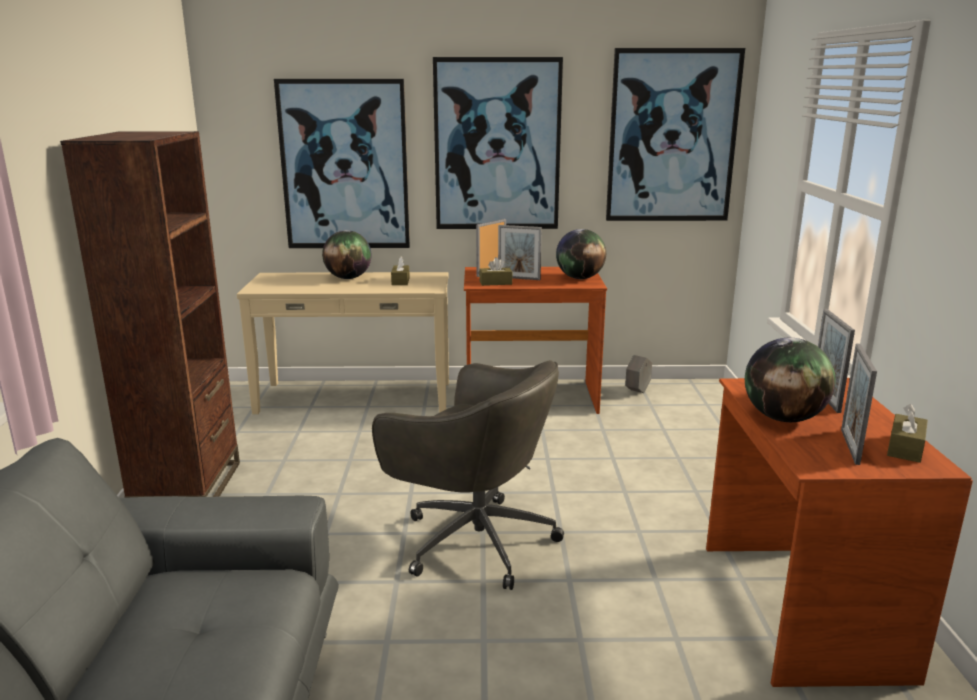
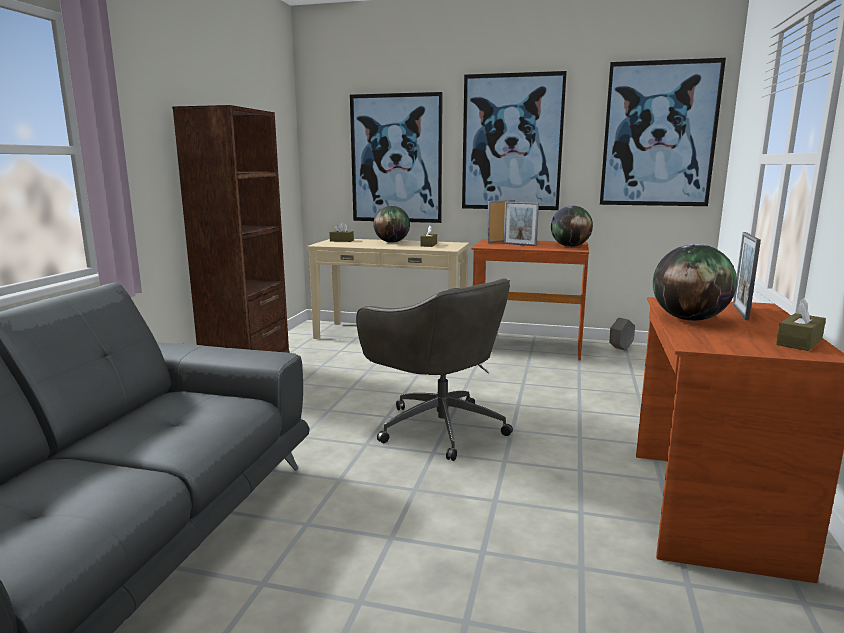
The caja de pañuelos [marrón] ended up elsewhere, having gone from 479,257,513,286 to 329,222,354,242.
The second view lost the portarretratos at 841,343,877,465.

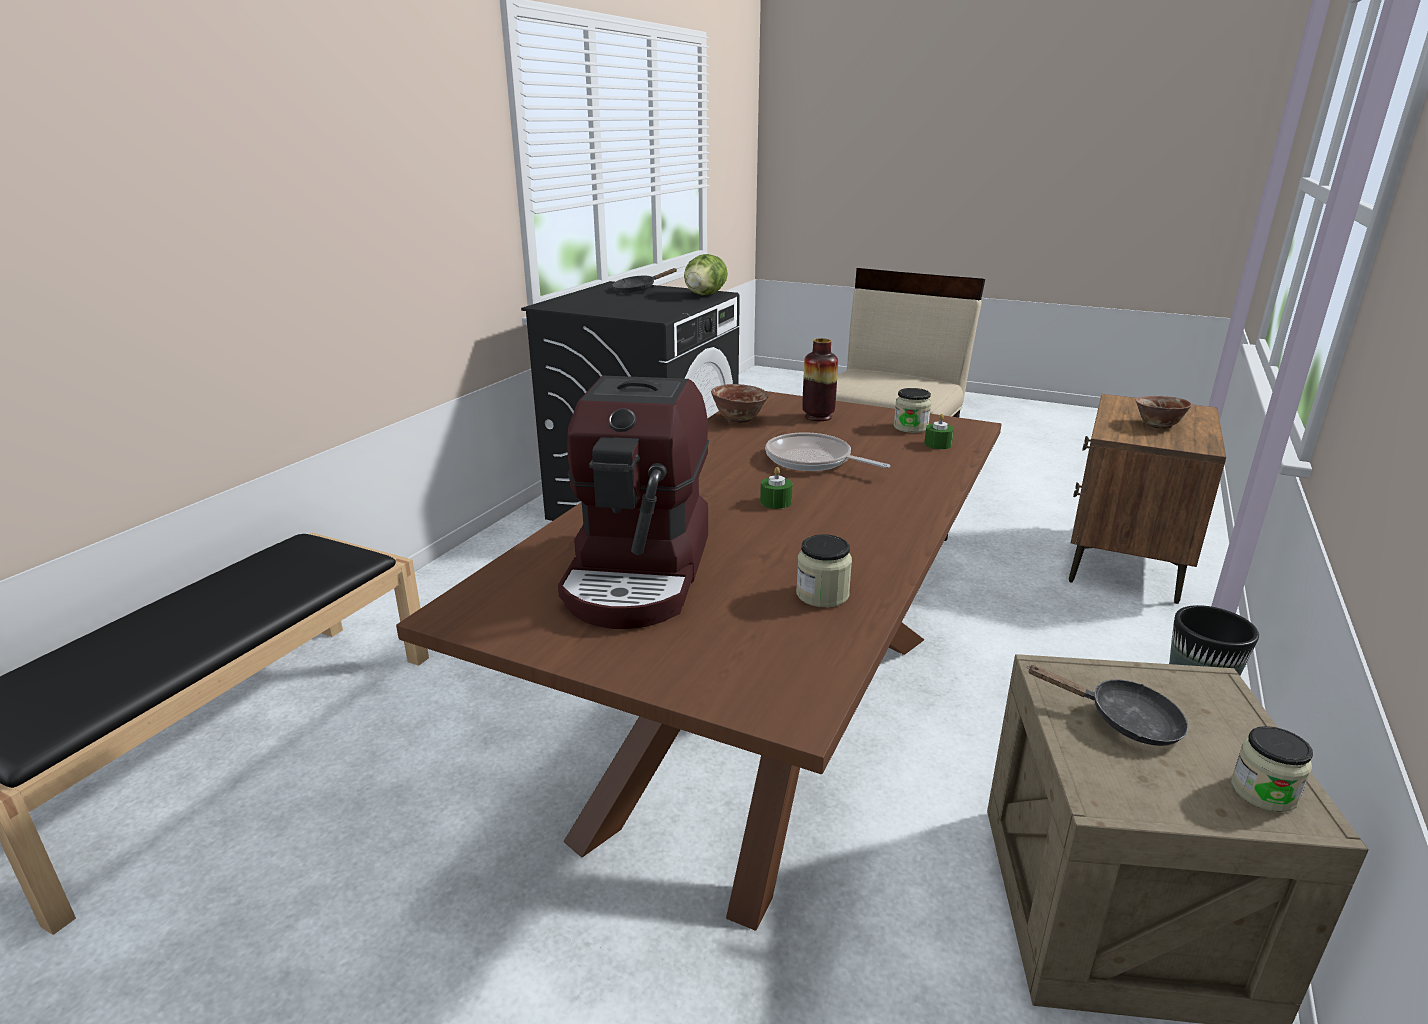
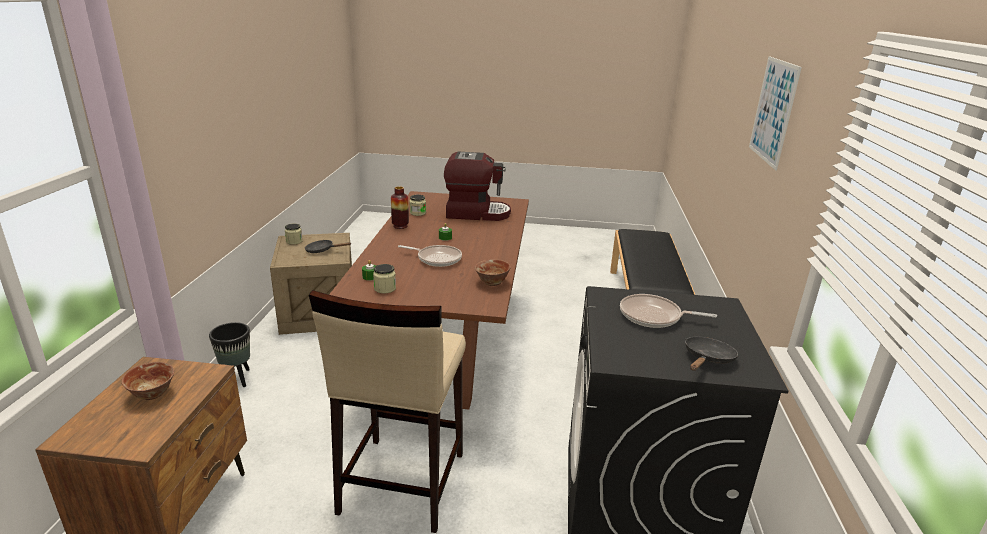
The florero ended up elsewhere, having gone from 802,338,838,421 to 391,186,409,229.
The cafetera at 558,376,709,629 ended up facing another way, 105 degrees clockwise from before.
The second view gained the sartén at 620,294,717,328.
The second view gained the cuadro at 749,56,802,170.
The second view lost the lechuga at 684,254,728,295.

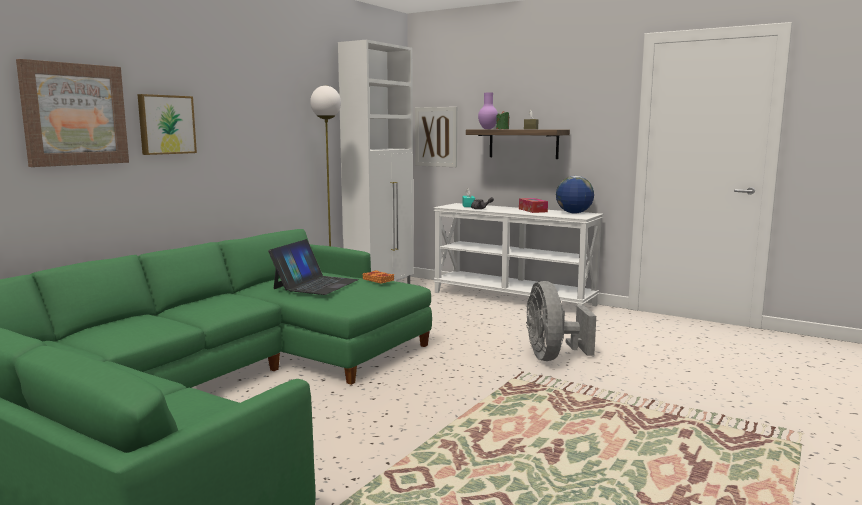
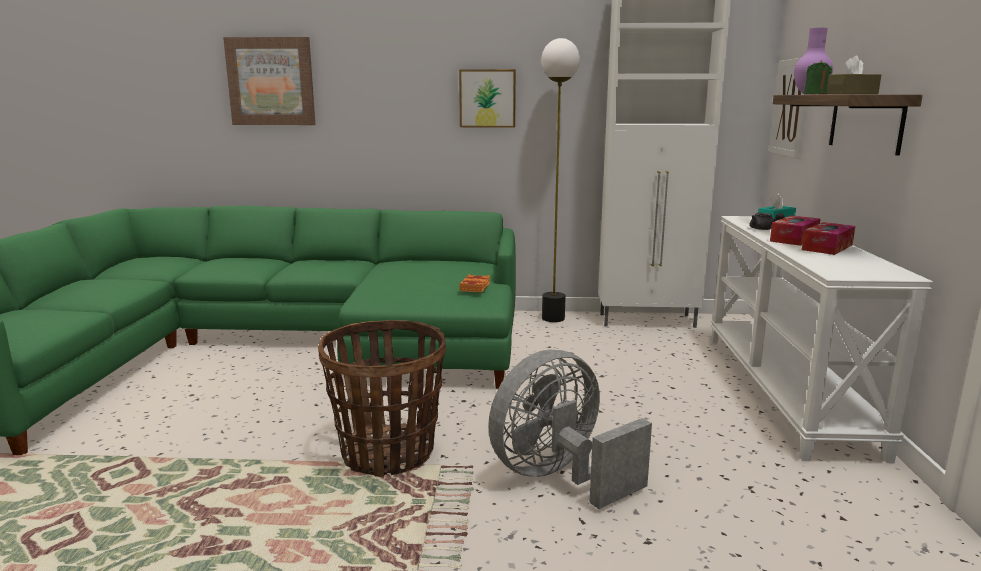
The second view gained the cesta at 318,320,446,477.
The cuadro ended up elsewhere, having gone from 137,94,197,155 to 459,69,516,127.
The second view gained the caja de pañuelos at 770,215,821,246.
The second view lost the portátil at 268,239,359,295.
The second view lost the globo terráqueo at 556,176,594,213.

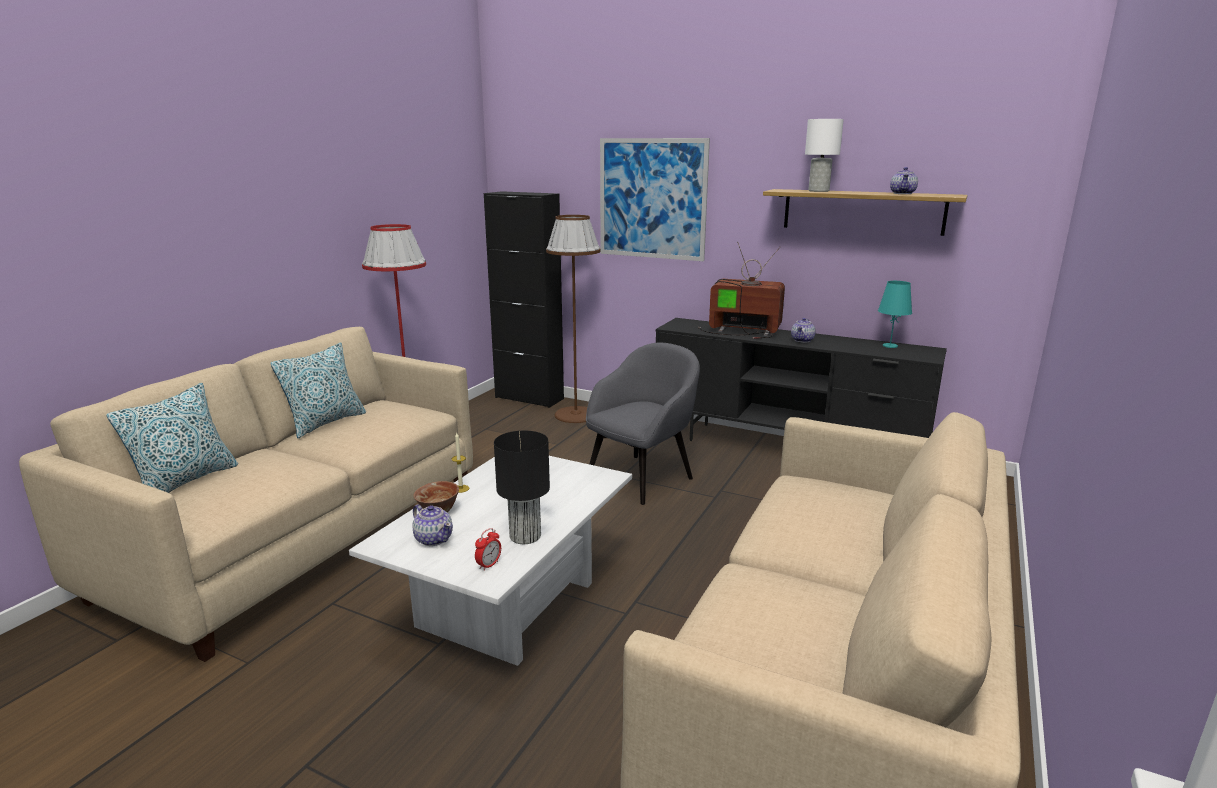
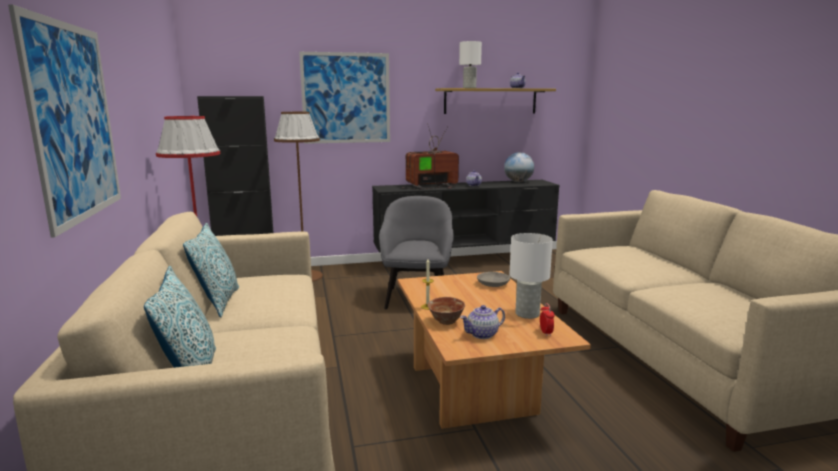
The second view gained the cuadro at 8,4,121,238.
What was the mesa de centro [blanco] at 349,456,632,666 turned into the mesa de centro [marrón] at 398,271,591,429.
The tetera at 413,504,453,546 ended up facing another way, 150 degrees clockwise from before.
The second view gained the cuenco [gris] at 477,272,510,287.
Where the lámpara de mesa [turquesa] stood at 878,281,912,348, the globo terráqueo came to stand at 504,152,534,182.
What was the lámpara de mesa [negro] at 494,431,550,544 turned into the lámpara de mesa [blanco] at 509,233,553,319.

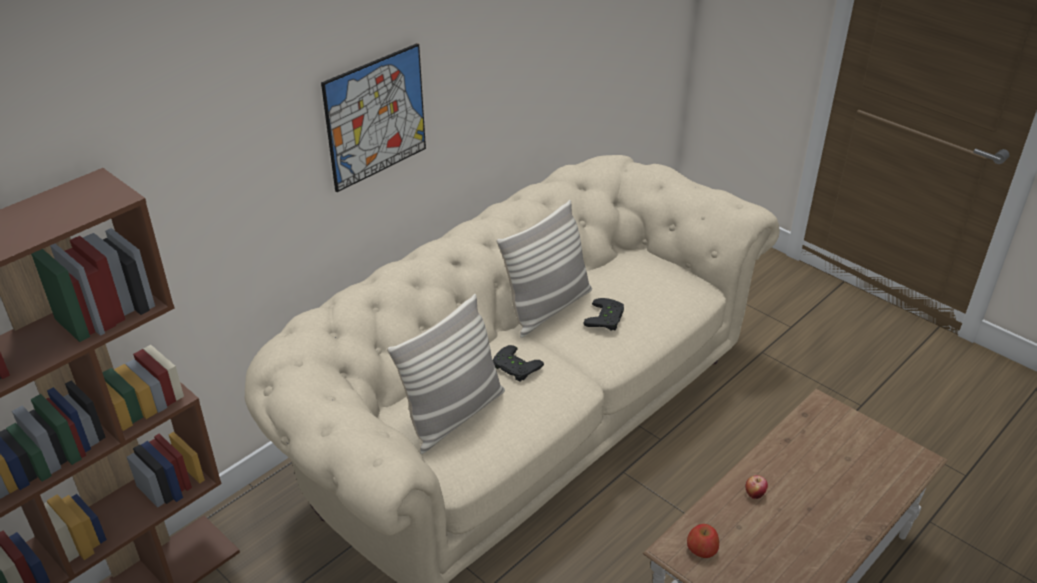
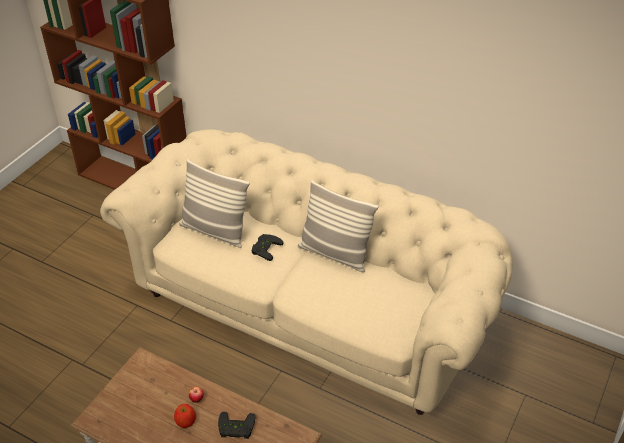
The manzana ended up elsewhere, having gone from 687,524,719,558 to 174,404,196,428.
The mando de consola [negro] ended up elsewhere, having gone from 583,298,624,331 to 218,412,256,439.
The second view lost the cuadro at 321,43,426,192.

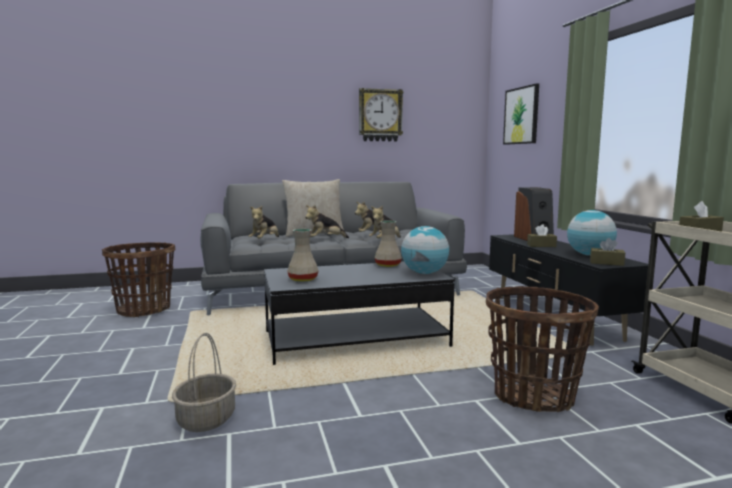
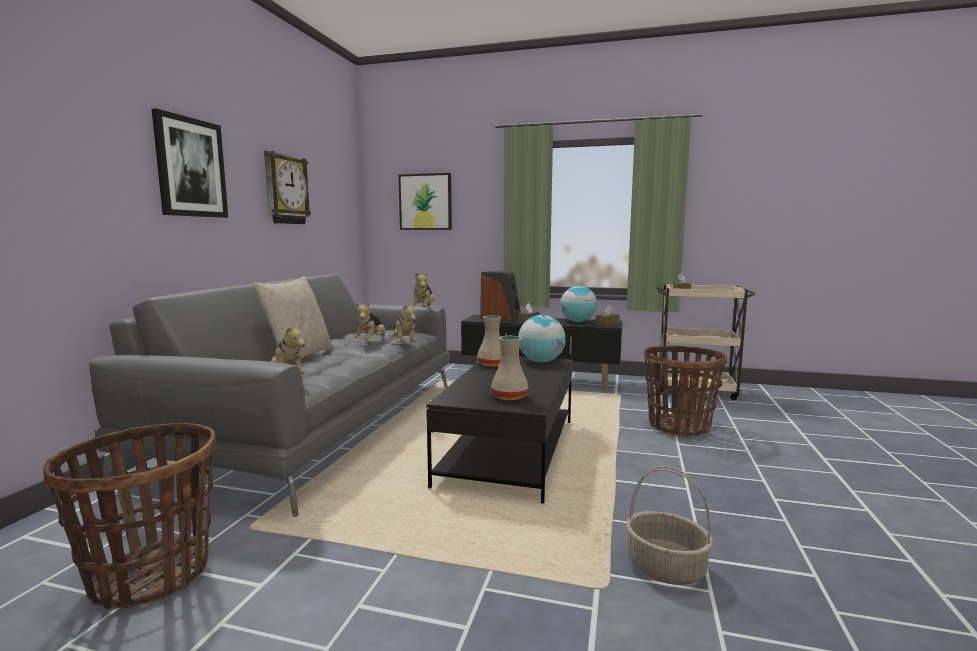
The second view gained the cuadro at 152,108,228,218.
The peluche ended up elsewhere, having gone from 305,205,349,238 to 410,271,435,307.

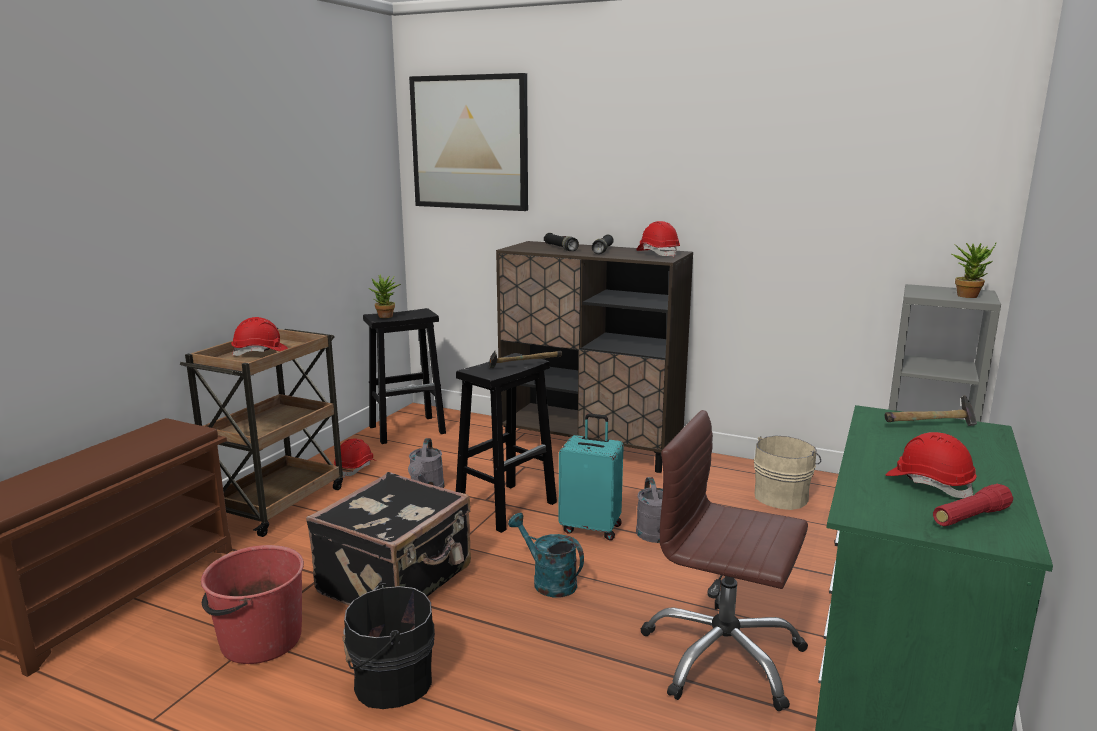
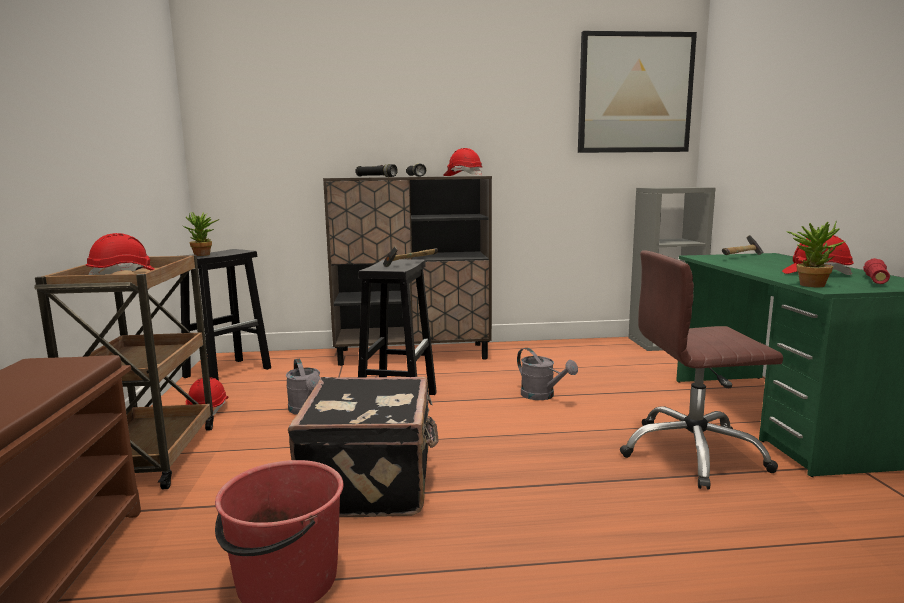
The cuadro ended up elsewhere, having gone from 409,73,528,211 to 578,31,697,153.
The planta en maceta ended up elsewhere, having gone from 952,243,996,298 to 786,220,845,287.
The second view lost the cubo [negro] at 343,583,435,709.
The second view lost the regadera [turquesa] at 508,513,584,597.
The second view lost the maleta [turquesa] at 559,413,624,540.
The second view lost the cubo [beis] at 754,436,821,510.

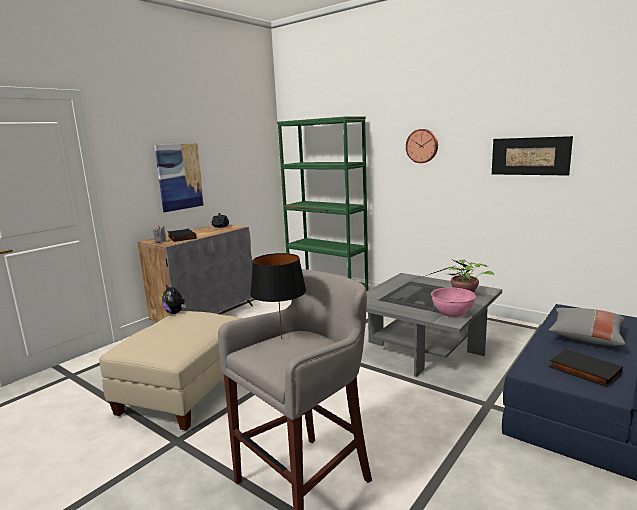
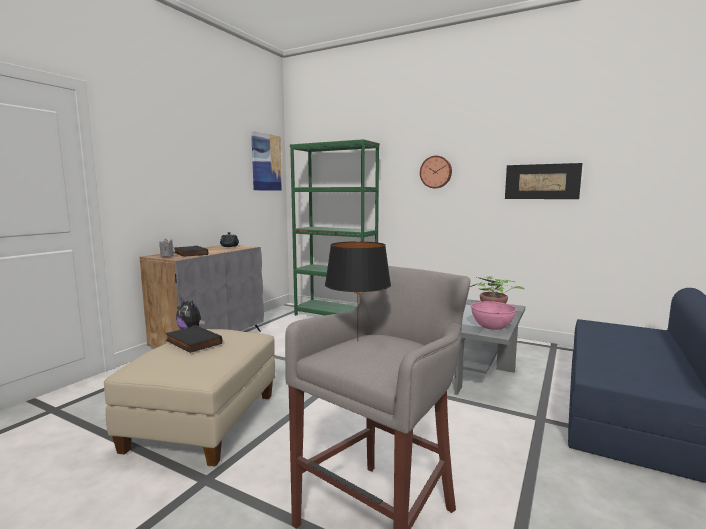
The libro [negro] ended up elsewhere, having gone from 549,349,623,388 to 165,325,222,353.
The cuadro ended up elsewhere, having gone from 154,143,204,212 to 251,131,282,191.
The second view lost the cojín [gris] at 548,308,626,346.

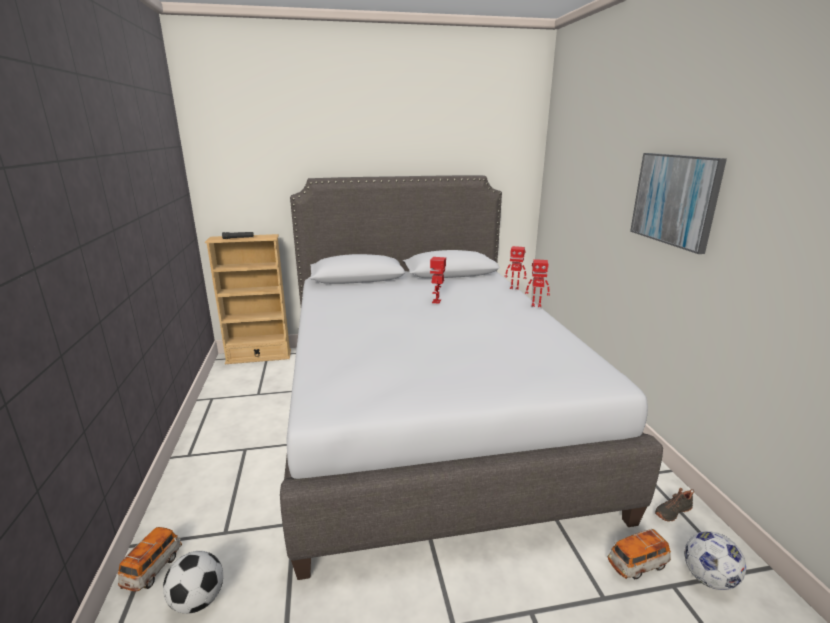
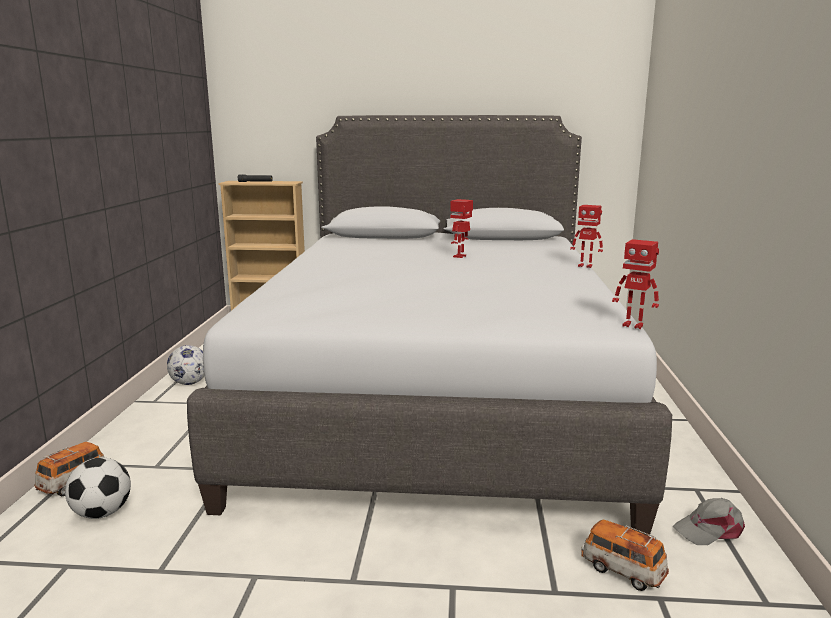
The balón de fútbol ended up elsewhere, having gone from 684,531,746,590 to 167,345,204,385.
The coche de juguete at 608,529,671,579 ended up facing another way, 45 degrees clockwise from before.
The robot de juguete ended up elsewhere, having gone from 504,246,527,290 to 612,239,659,329.
Where the zapato [negro] stood at 655,488,694,522, the gorra [gris] came to stand at 673,498,745,545.
The second view lost the cuadro at 630,153,727,254.

